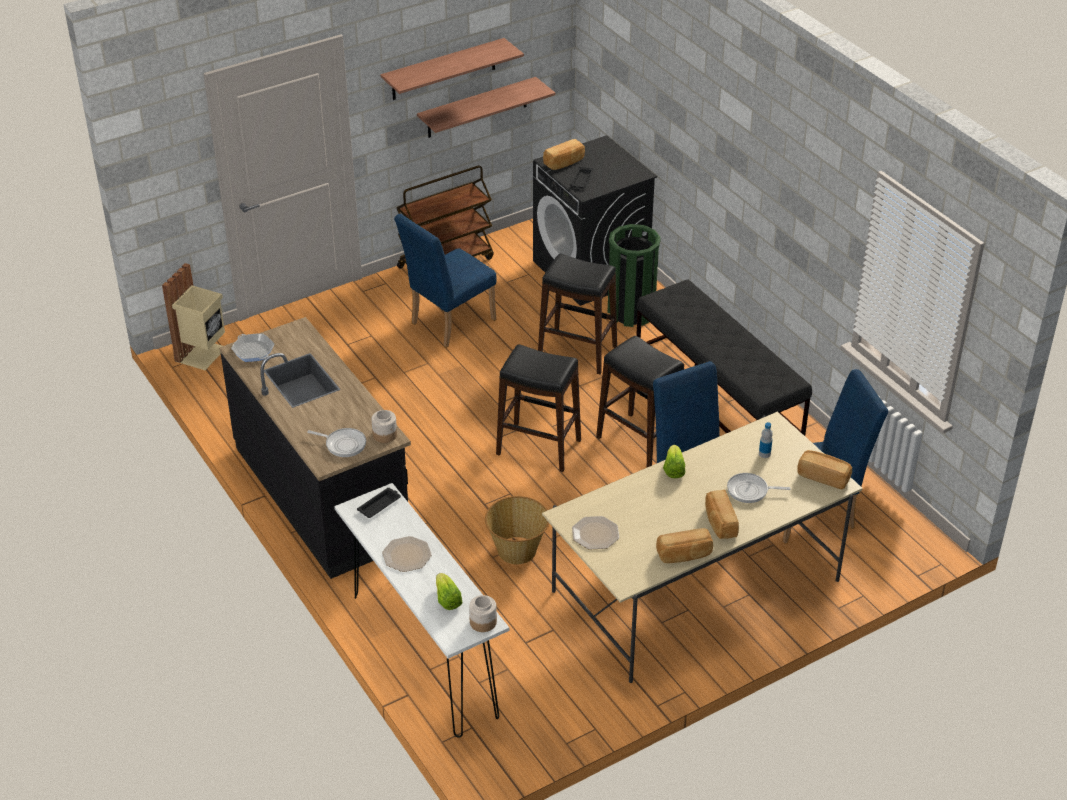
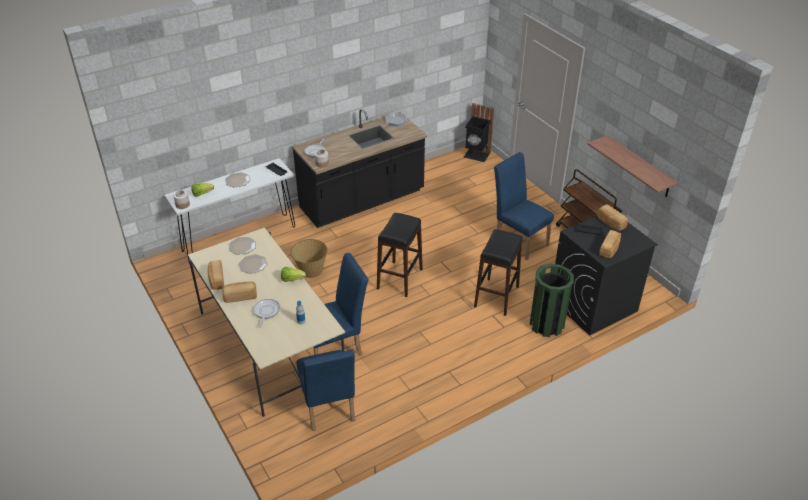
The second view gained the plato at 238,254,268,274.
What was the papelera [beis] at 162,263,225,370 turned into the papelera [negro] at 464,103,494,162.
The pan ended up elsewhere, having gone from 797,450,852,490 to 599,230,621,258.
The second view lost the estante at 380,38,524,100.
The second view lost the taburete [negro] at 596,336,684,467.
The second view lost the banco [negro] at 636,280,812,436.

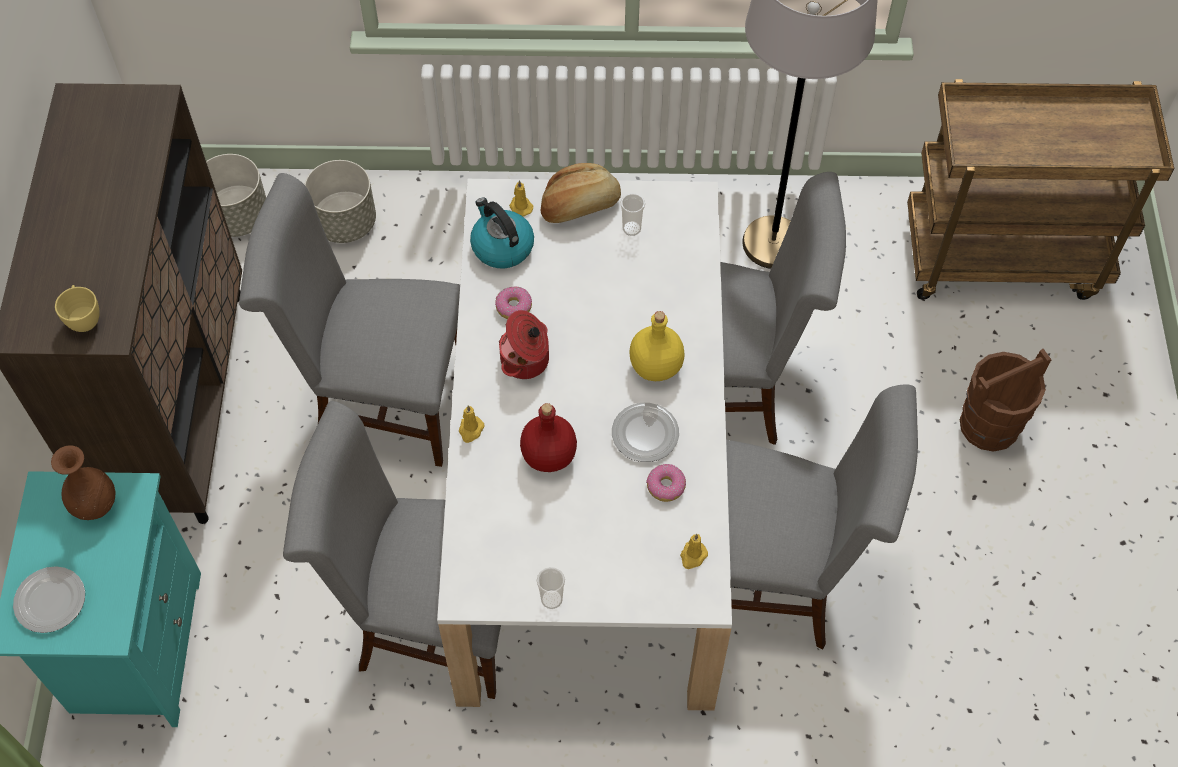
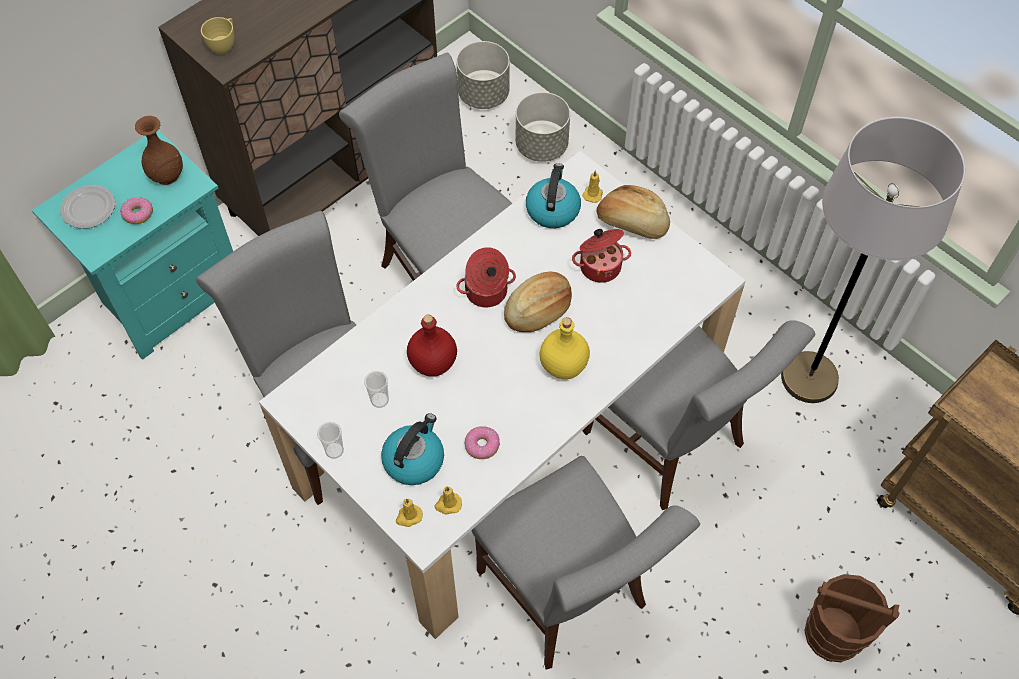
The rosquilla ended up elsewhere, having gone from 495,287,532,319 to 120,197,153,224.
The taza ended up elsewhere, having gone from 621,193,645,236 to 364,371,389,408.
The second view gained the hervidor at 381,413,444,485.
The vela [amarillo] ended up elsewhere, having gone from 459,405,485,443 to 396,498,423,527.
The second view gained the pan at 504,271,572,332.
The second view gained the olla at 572,229,631,283.
The second view lost the plato at 612,403,679,462.

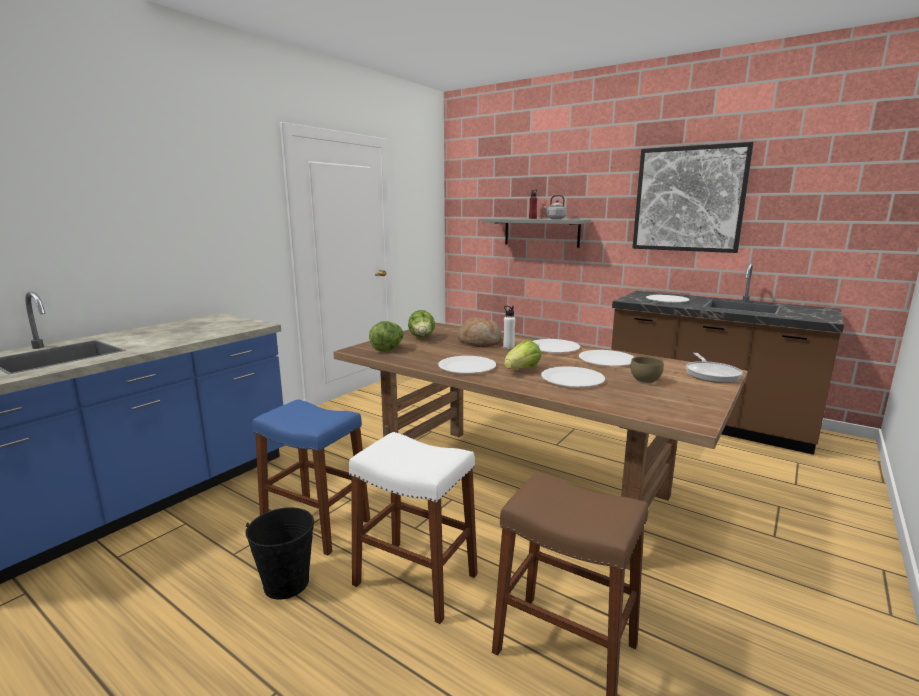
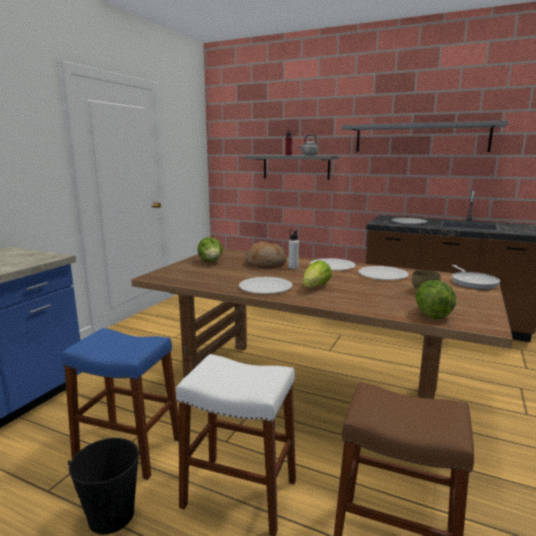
Where the cuadro hung at 633,142,754,253, the estante [gris] came to hang at 342,120,508,152.
The lechuga ended up elsewhere, having gone from 369,321,403,351 to 416,280,456,319.
The second view lost the plato [blanco] at 541,366,605,387.

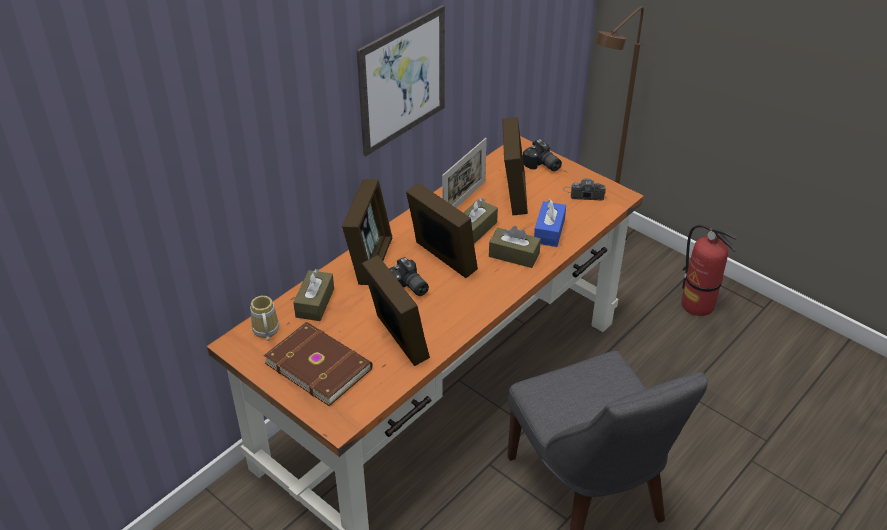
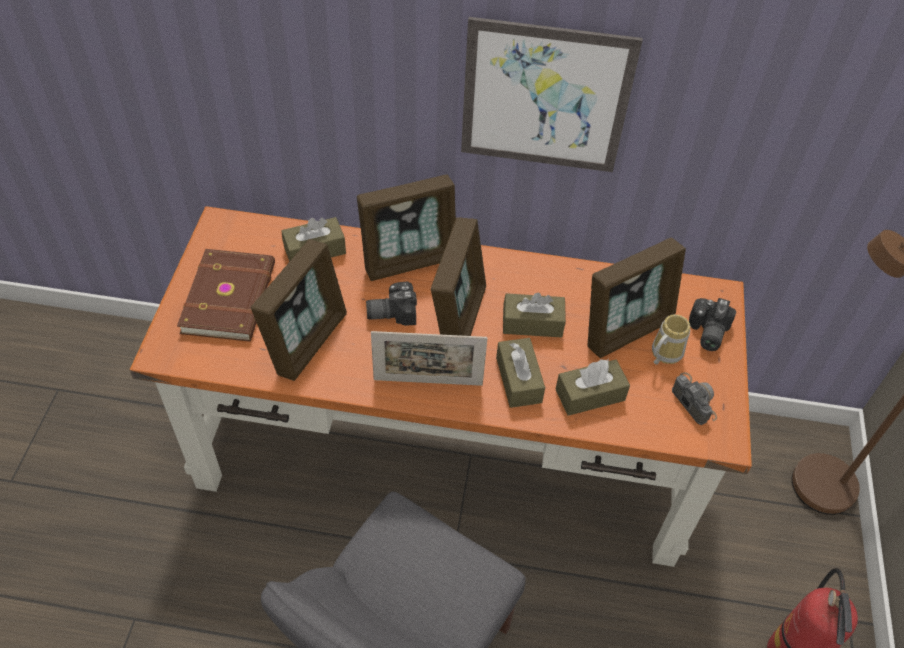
The cámara at 389,257,429,296 ended up facing another way, 60 degrees clockwise from before.
The portarretratos ended up elsewhere, having gone from 442,138,487,208 to 371,331,488,386.
What was the caja de pañuelos [azul] at 534,199,566,247 turned into the caja de pañuelos [marrón] at 555,359,630,416.
The taza grande ended up elsewhere, having gone from 250,296,279,341 to 652,314,690,365.

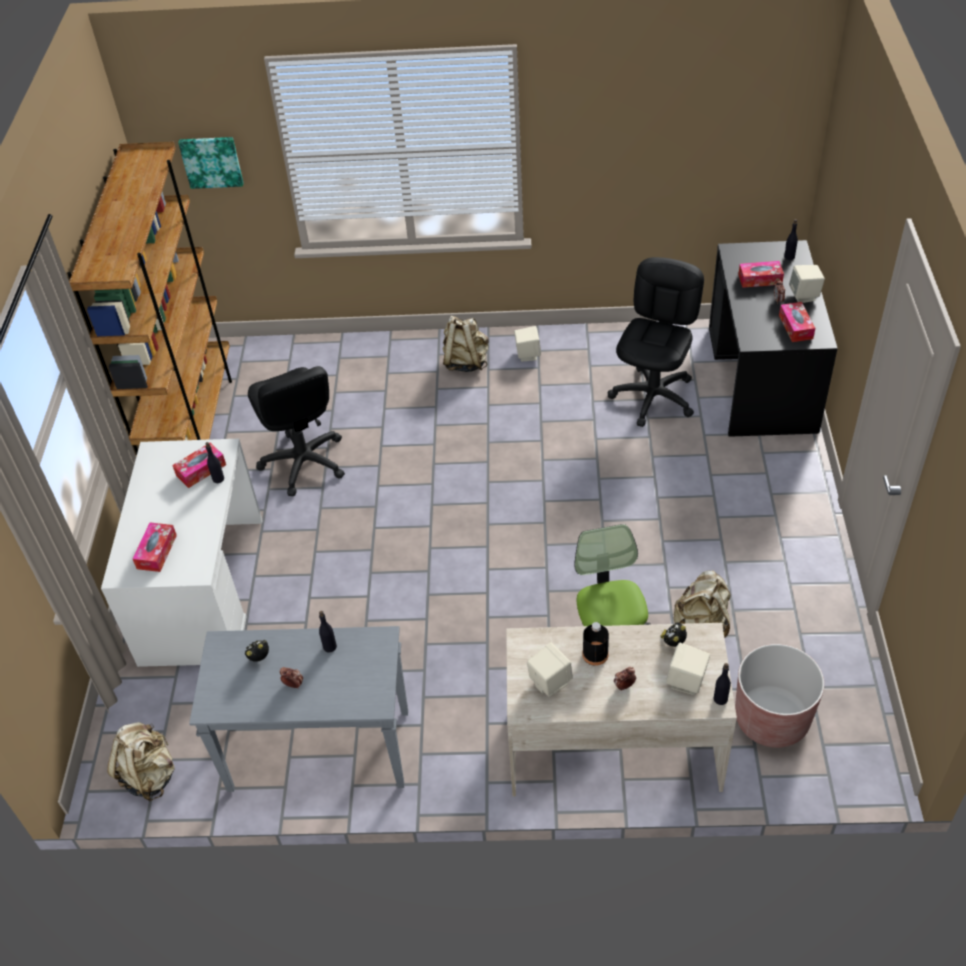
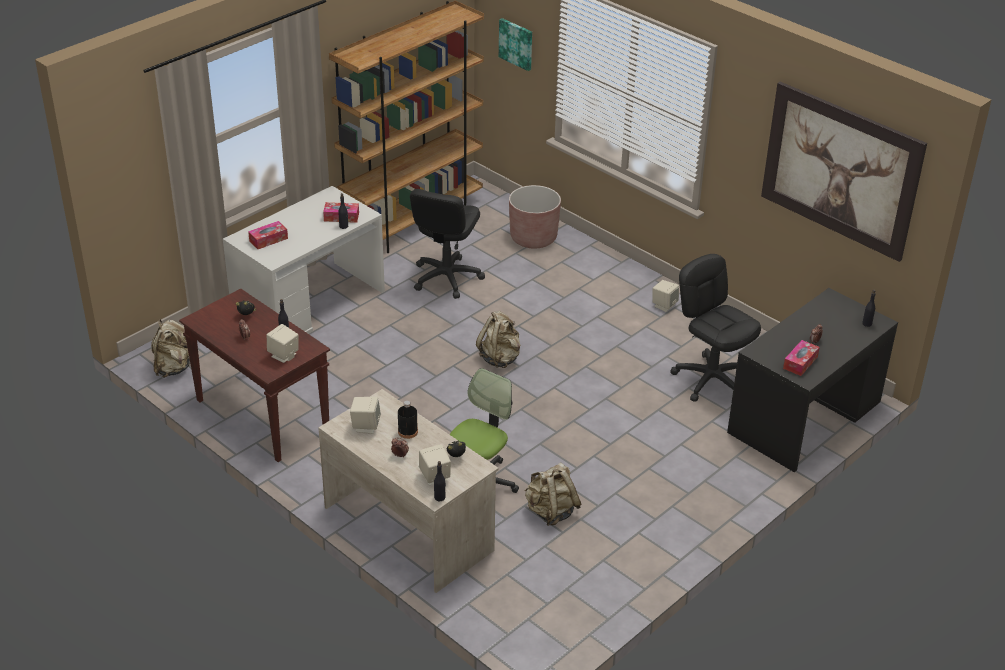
What was the mesa consola [gris] at 189,626,408,792 turned into the mesa consola [marrón] at 179,289,330,462.
The altavoz [beis] ended up elsewhere, having gone from 789,265,825,303 to 267,324,299,363.
The mochila [beis] ended up elsewhere, having gone from 442,316,489,372 to 476,311,521,368.
The maceta [marrón] ended up elsewhere, having gone from 735,644,824,748 to 509,185,561,248.
The silla de oficina [negro] at 608,257,704,427 ended up facing another way, 105 degrees counterclockwise from before.
The second view gained the cuadro at 761,82,927,262.
The second view lost the caja de pañuelos at 738,261,784,288.

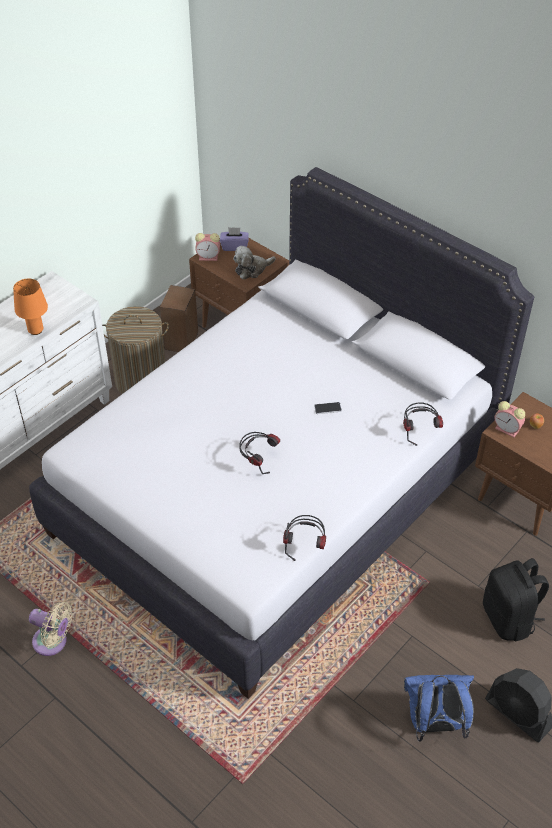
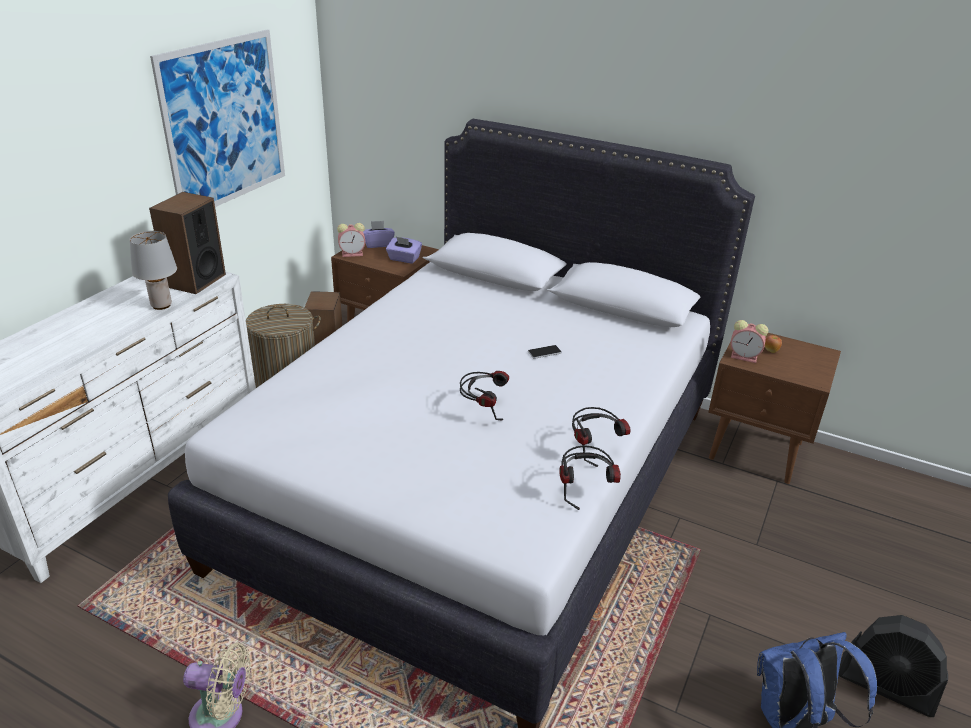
What was the lámpara de mesa [naranja] at 13,278,48,335 turned into the lámpara de mesa [gris] at 130,231,177,310.
The second view gained the altavoz at 149,192,226,294.
The second view gained the cuadro at 150,29,285,207.
Where the peluche stood at 233,246,276,279, the caja de pañuelos [morado] came to stand at 386,236,422,264.
The auriculares ended up elsewhere, having gone from 403,402,443,446 to 572,407,630,467.
The second view lost the mochila [negro] at 483,558,549,641.

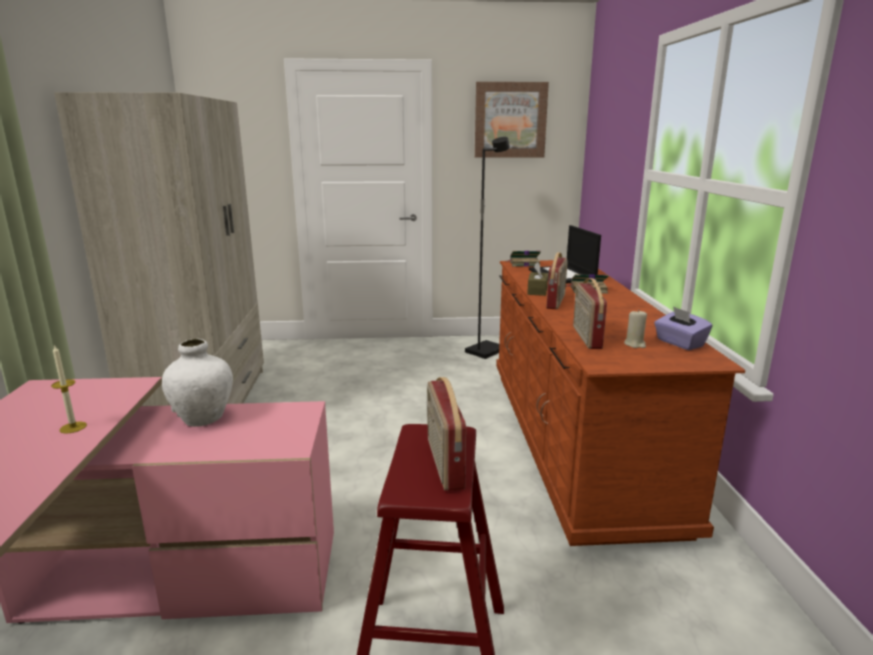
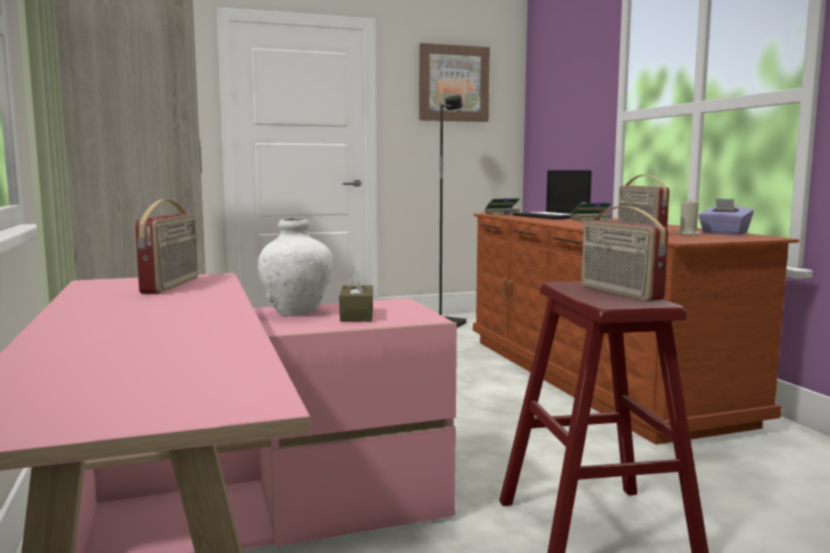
The radio ended up elsewhere, having gone from 546,252,568,309 to 135,199,198,294.
The caja de pañuelos [marrón] ended up elsewhere, having gone from 527,262,548,296 to 339,266,373,322.
The second view lost the vela at 51,346,87,434.

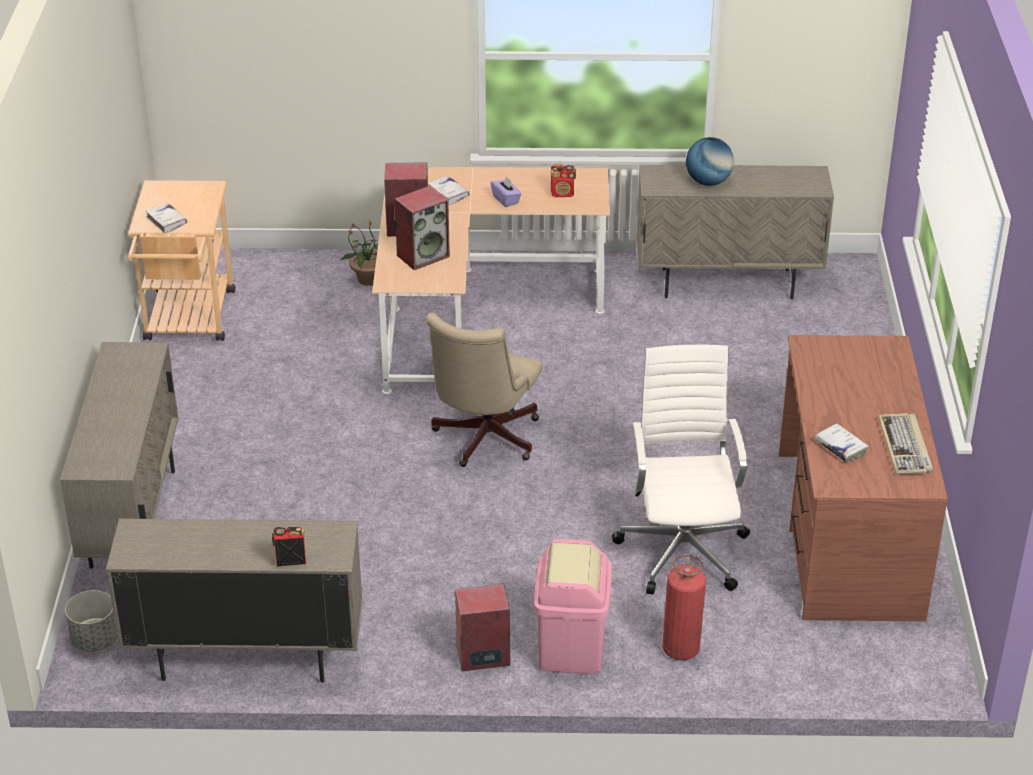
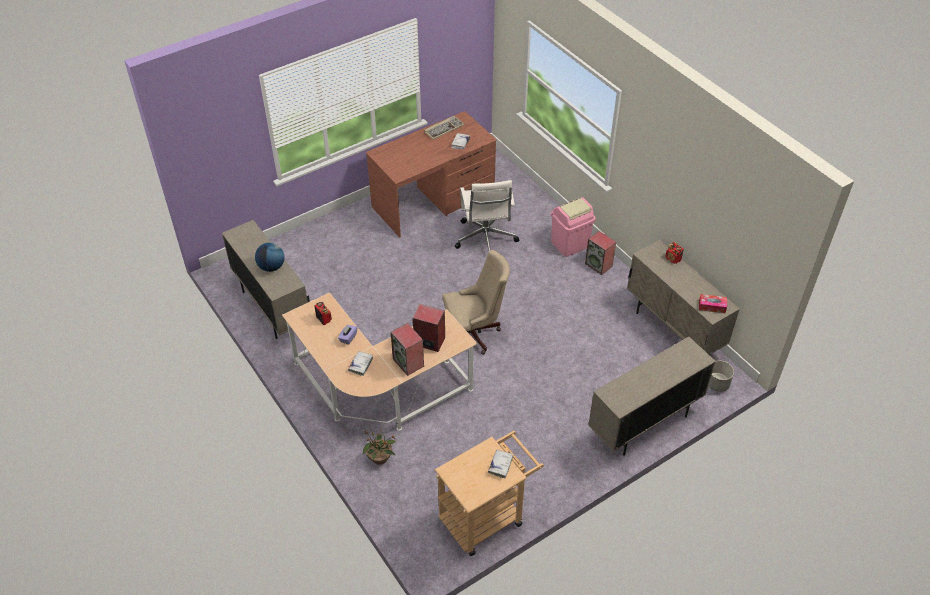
The silla de oficina [blanco] at 612,344,750,594 ended up facing another way, 60 degrees counterclockwise from before.
The second view gained the caja de pañuelos at 699,294,727,313.
The second view lost the extintor at 662,554,706,660.

